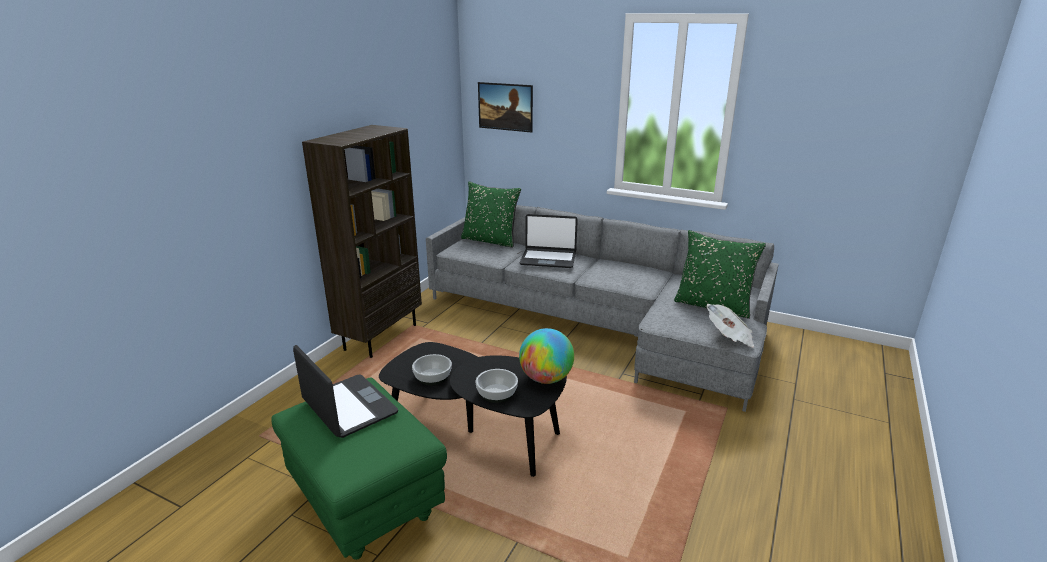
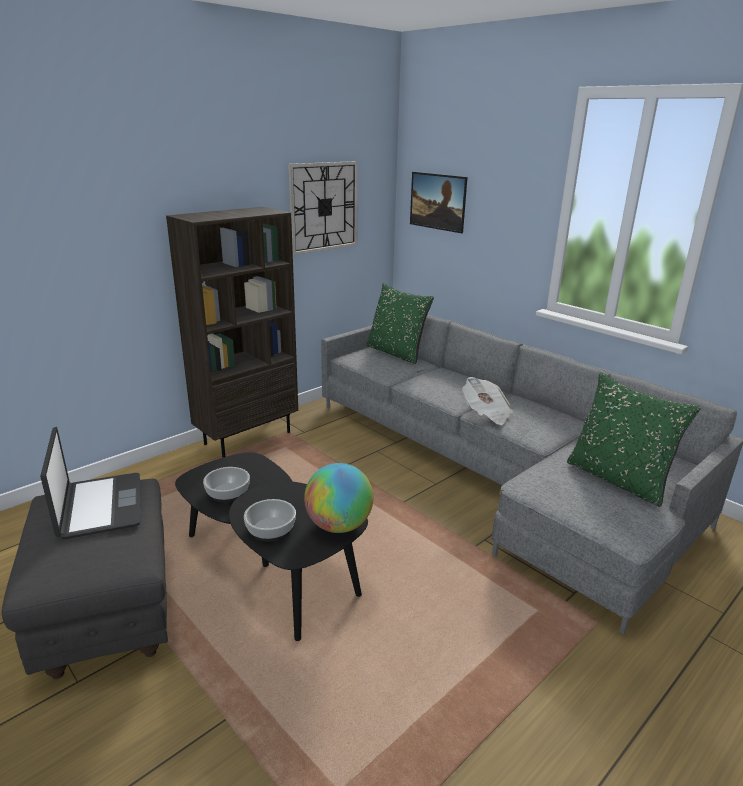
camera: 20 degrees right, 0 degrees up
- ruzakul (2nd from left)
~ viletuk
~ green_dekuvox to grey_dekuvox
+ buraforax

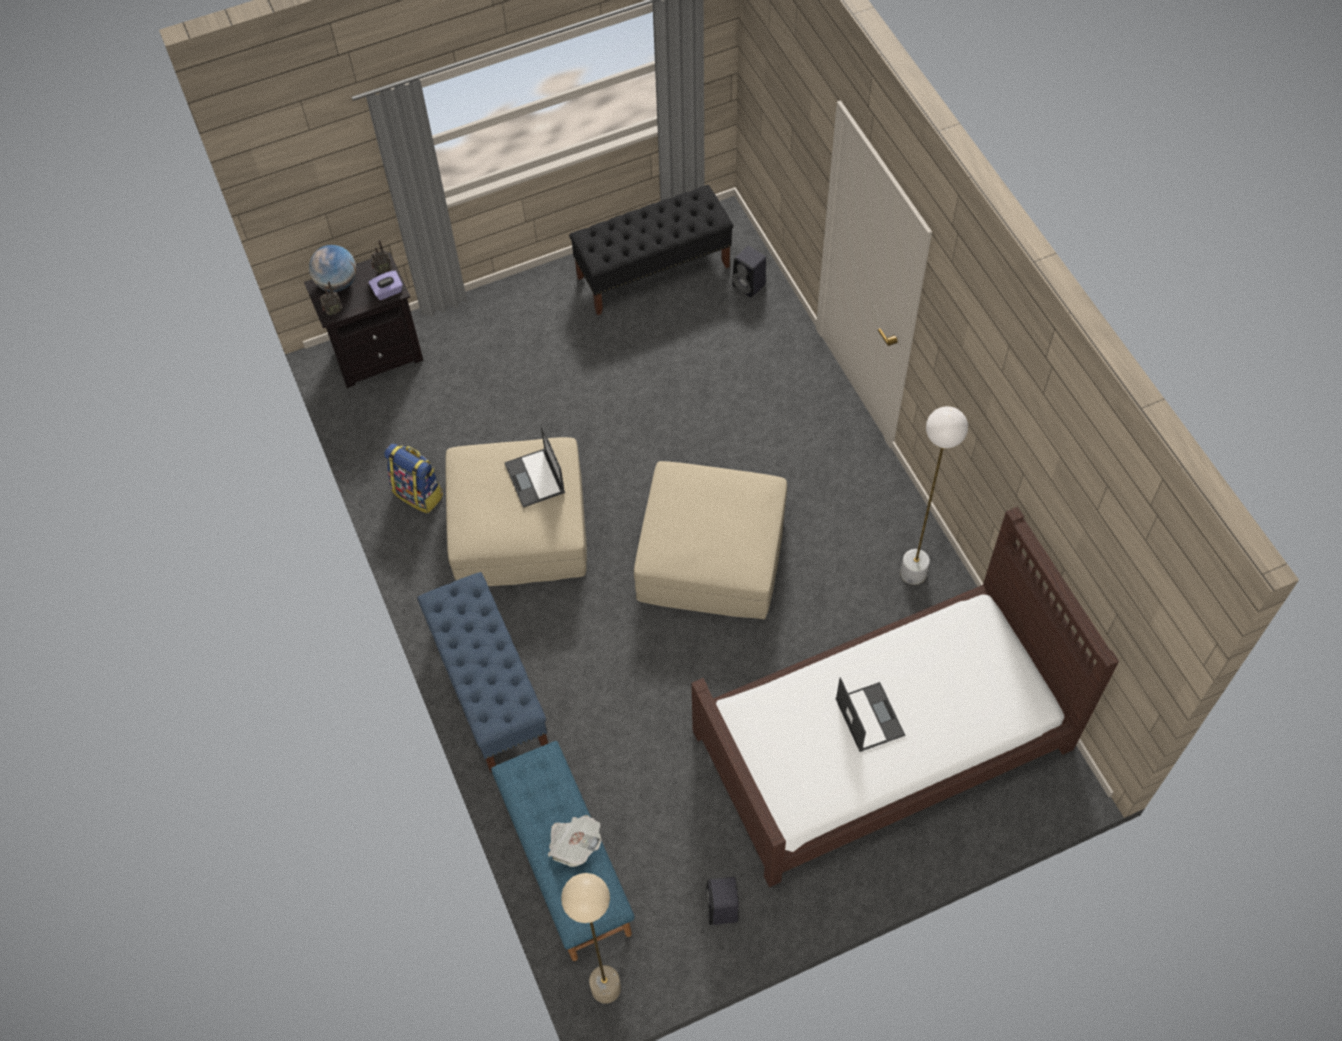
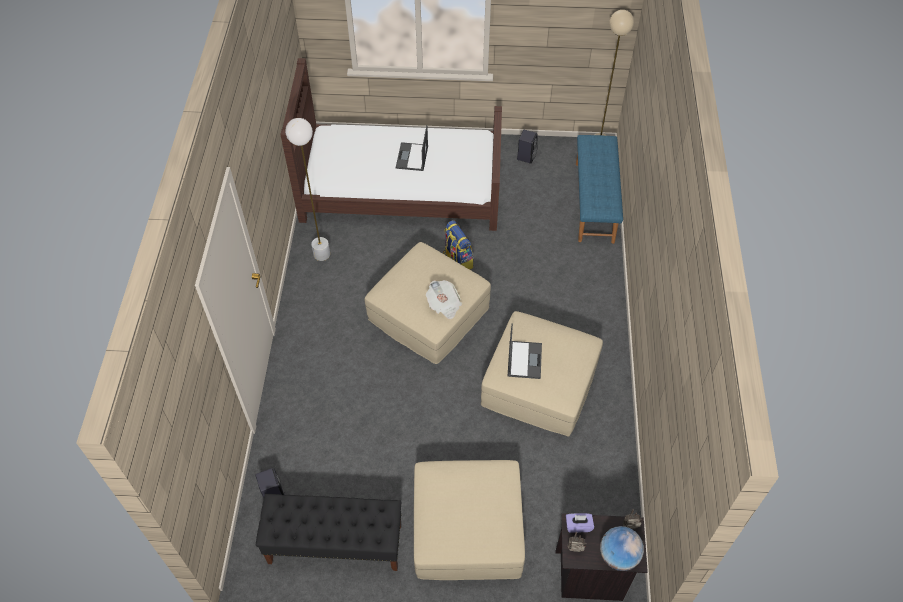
camera: 155 degrees left, 5 degrees down
~ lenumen
- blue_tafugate (1st from left)
~ viletuk
+ beige_dekuvox (2nd from left)

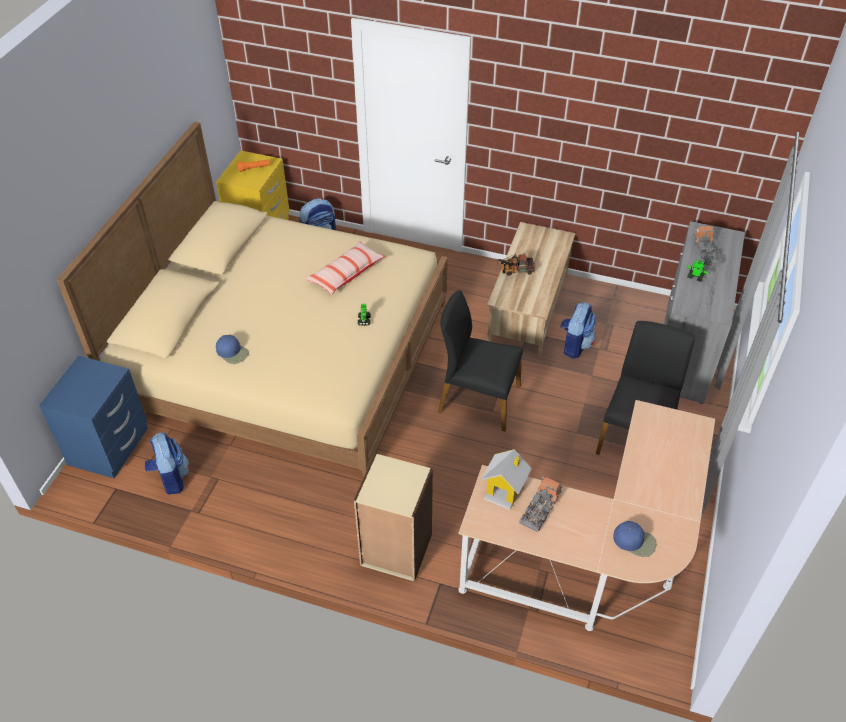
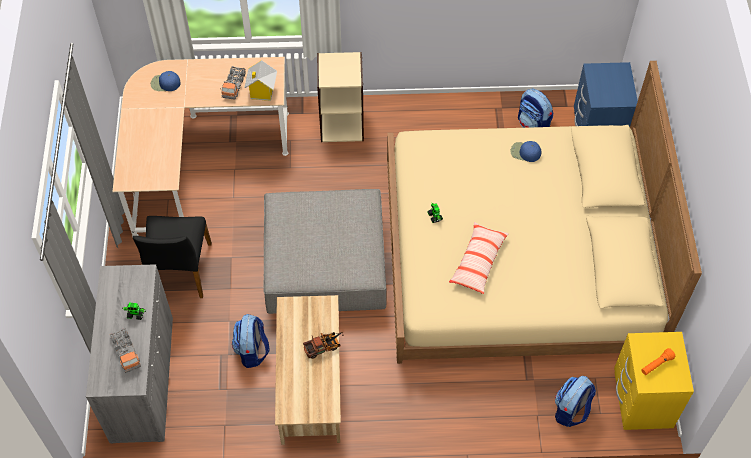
camera: 160 degrees right, 10 degrees up
~ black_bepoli (1st from left) to grey_dekuvox

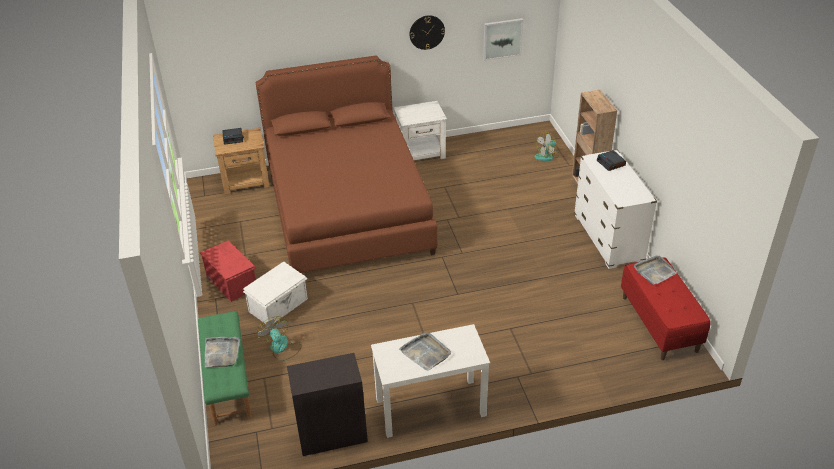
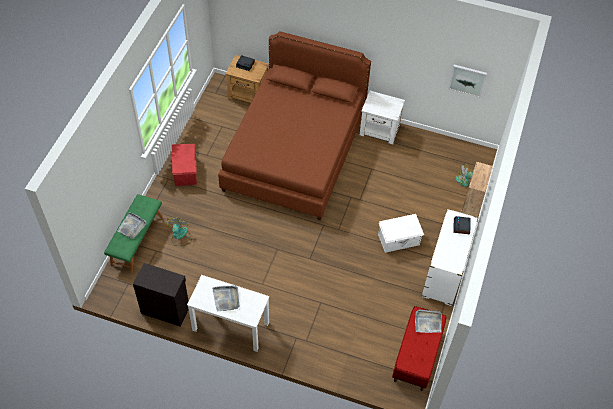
camera: 30 degrees right, 15 degrees up
- buraforax
~ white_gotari

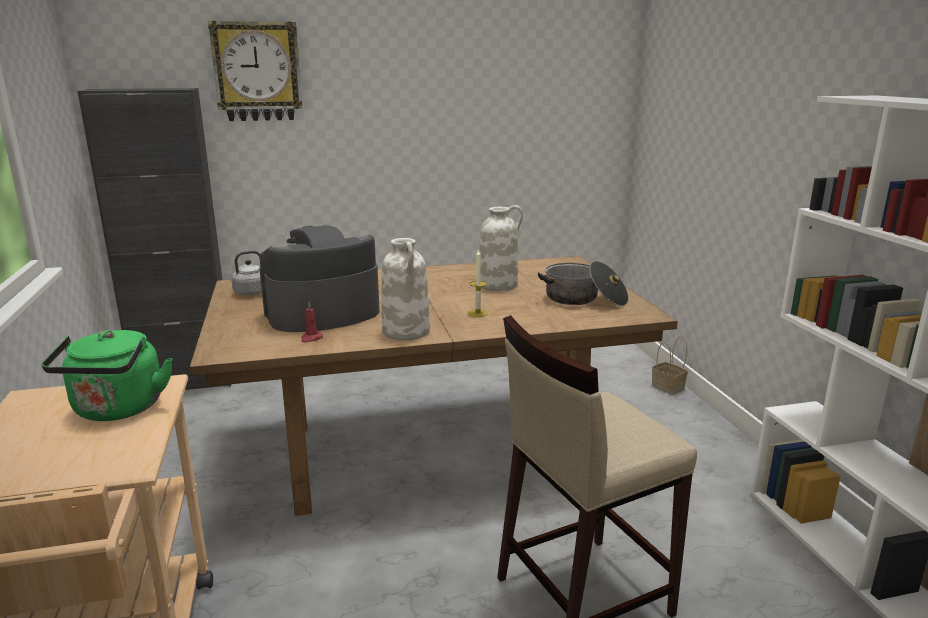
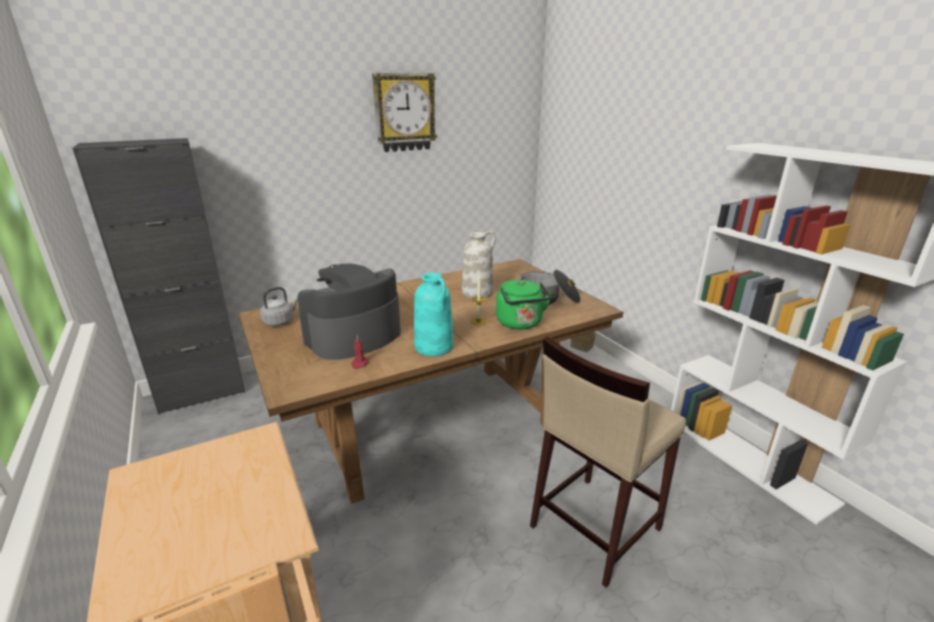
camera: 15 degrees left, 5 degrees up
~ buraforax
~ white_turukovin (1st from left) to turquoise_turukovin
~ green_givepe

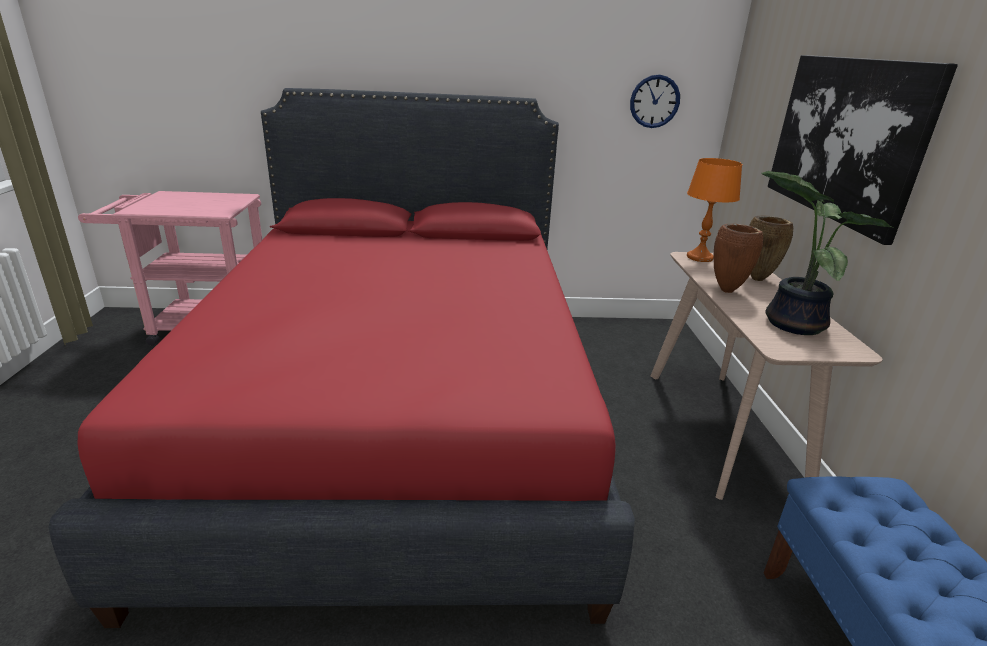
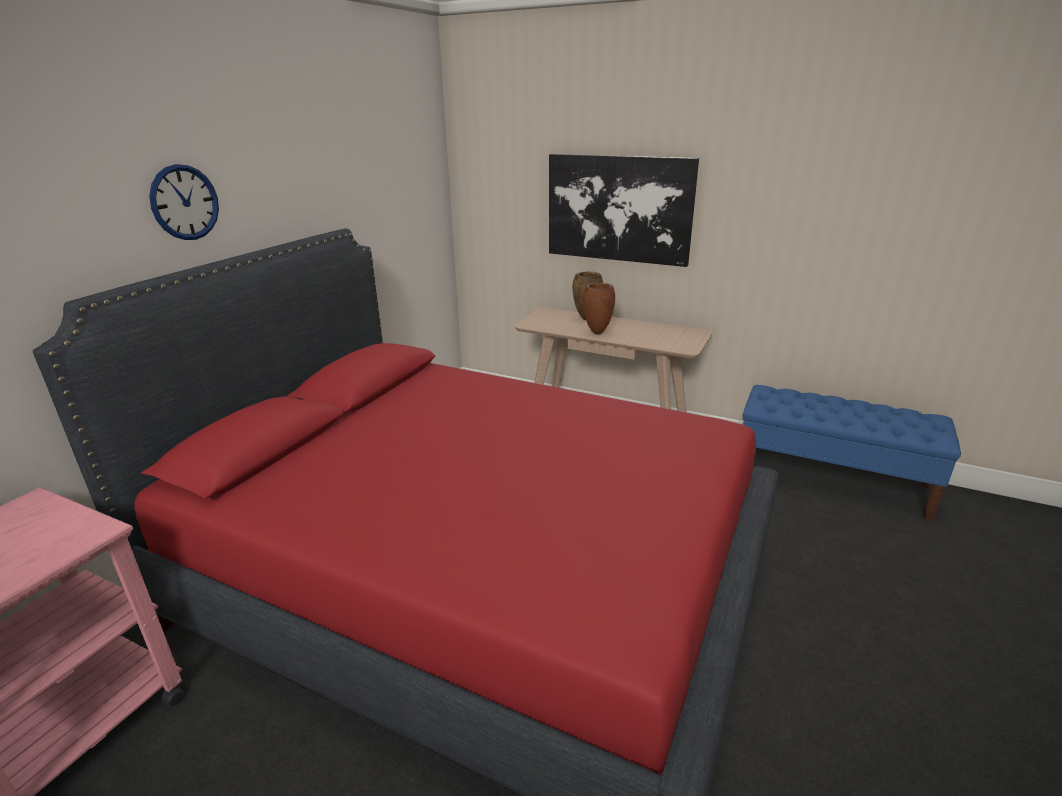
camera: 60 degrees left, 0 degrees up
~ buraforax
- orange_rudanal
- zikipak

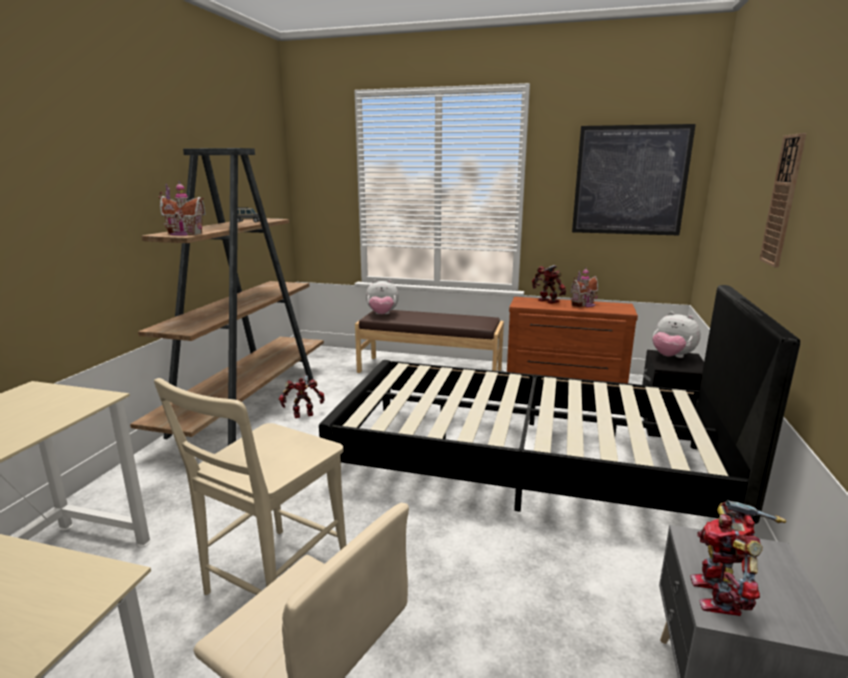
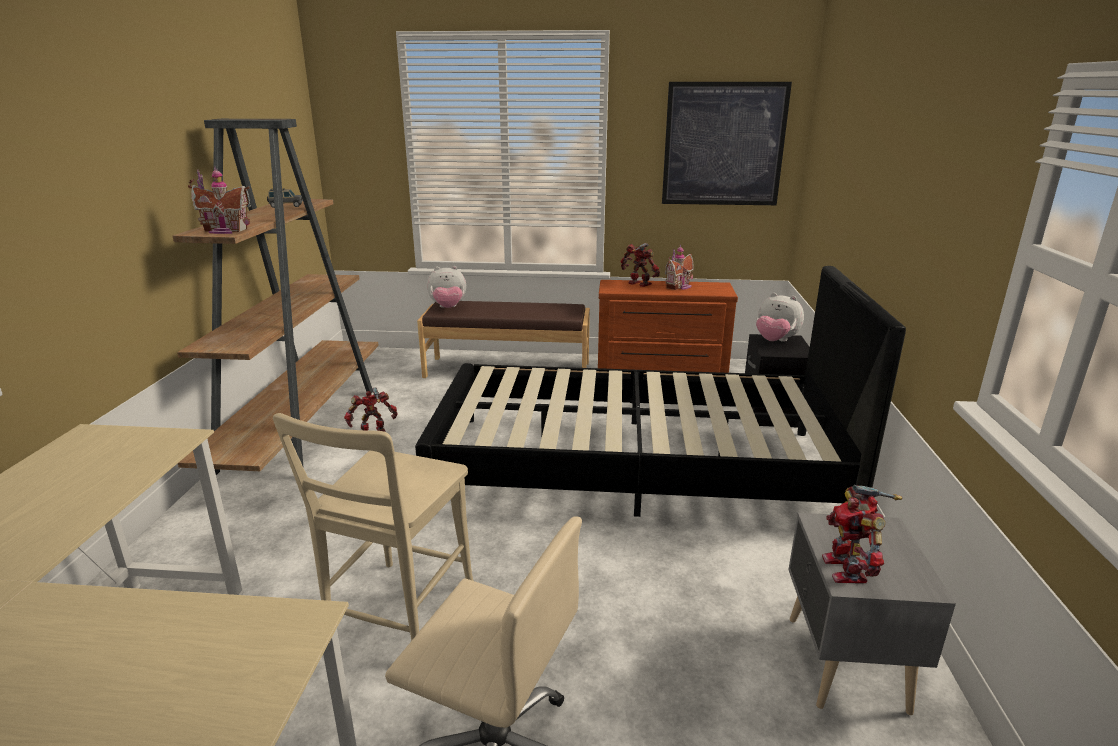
camera: 10 degrees left, 5 degrees up
- buraforax

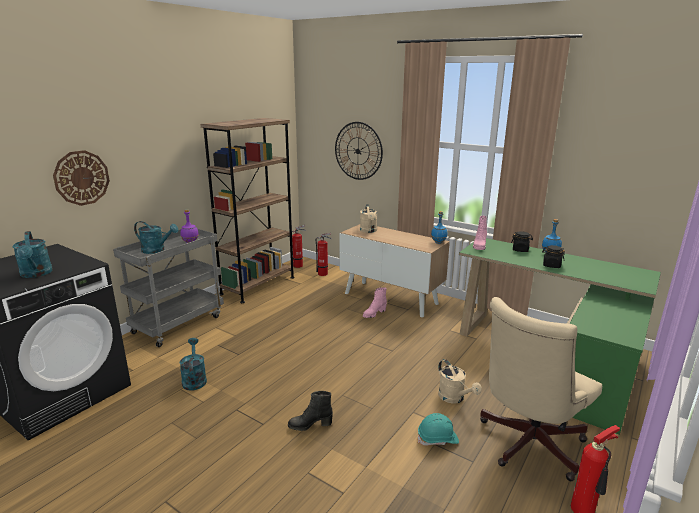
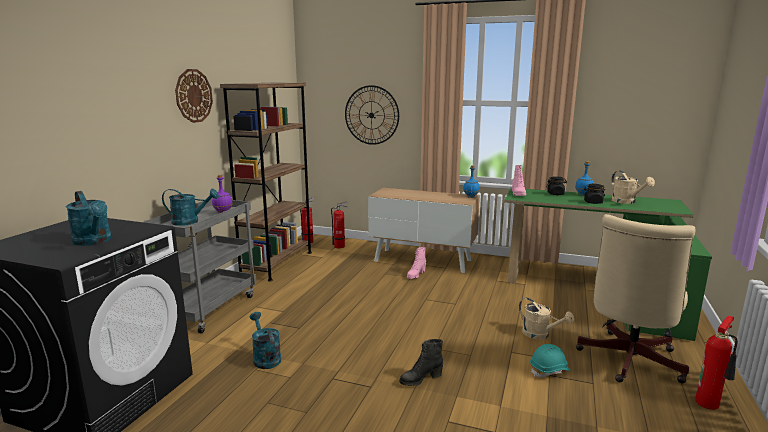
camera: 15 degrees left, 5 degrees down
~ buraforax (1st from left)
~ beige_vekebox (1st from left in the first image) to beige_vekebox (2nd from left)

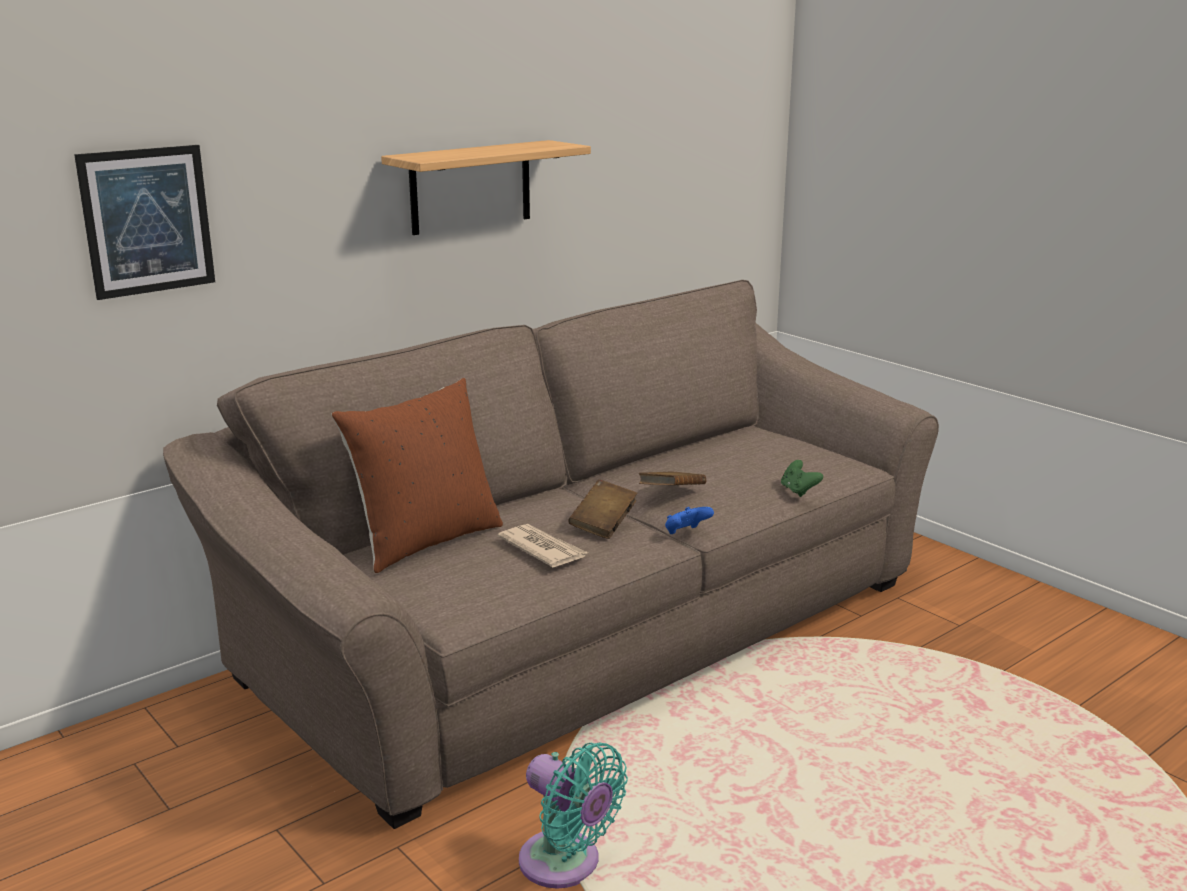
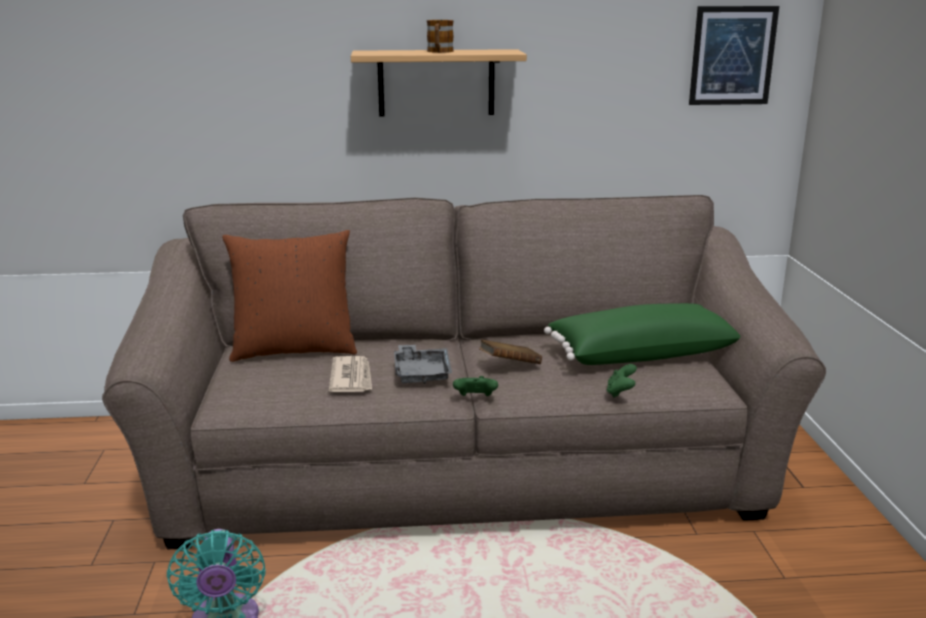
camera: 35 degrees right, 0 degrees up
~ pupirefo
~ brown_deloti (1st from left) to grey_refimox
~ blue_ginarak to green_ginarak (1st from left)
+ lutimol
+ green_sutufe

